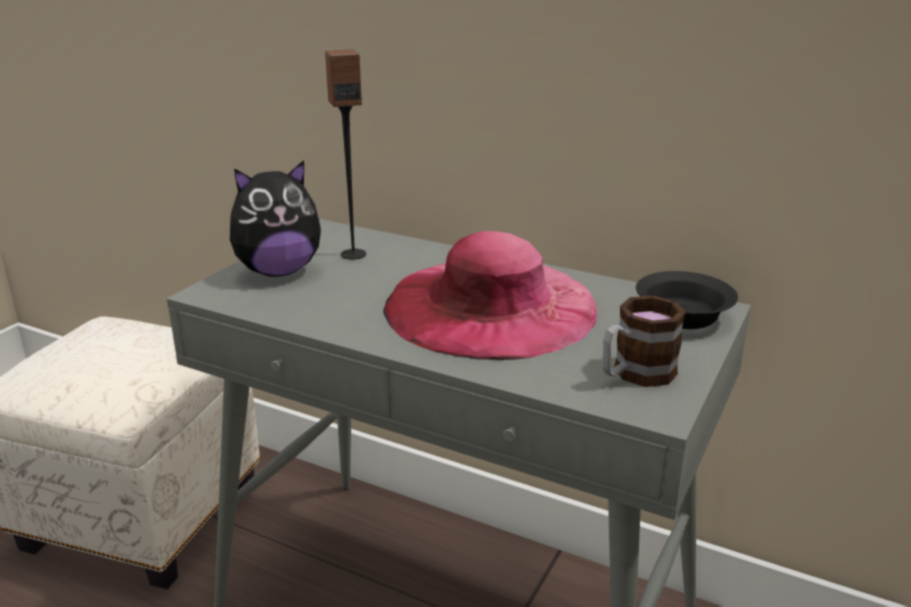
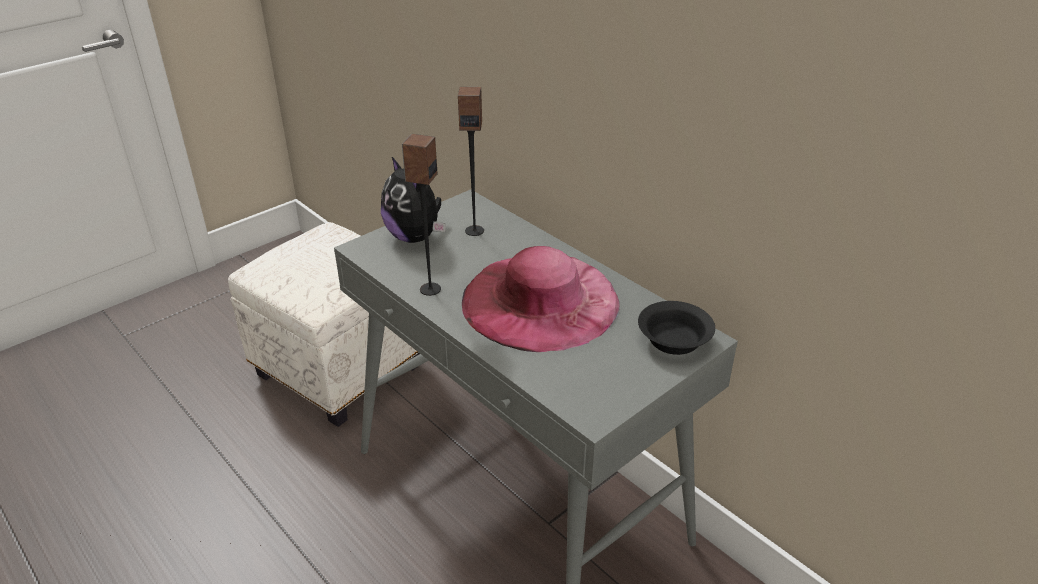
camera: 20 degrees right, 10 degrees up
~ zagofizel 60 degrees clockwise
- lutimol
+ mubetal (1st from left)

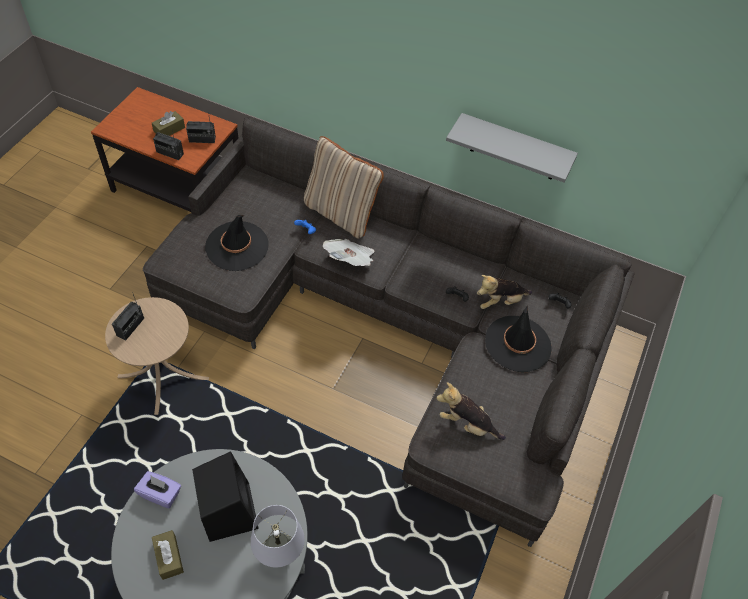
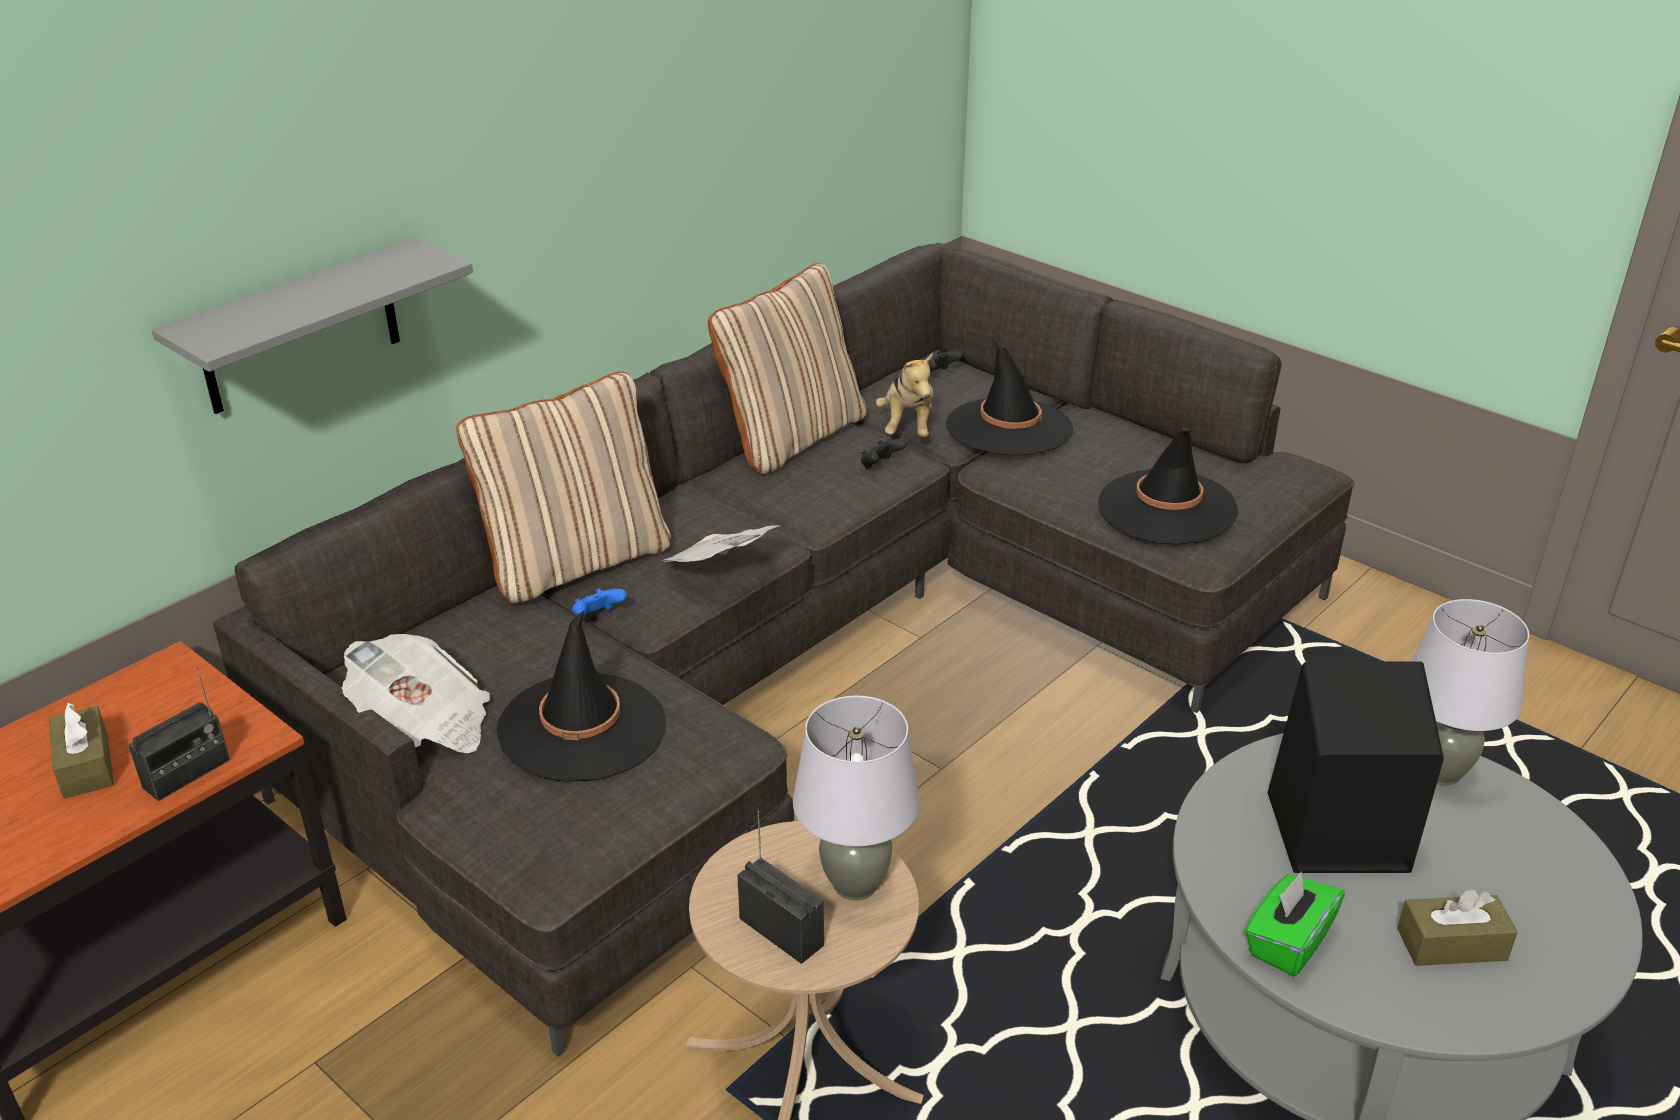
camera: 70 degrees left, 20 degrees down
- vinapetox (3rd from left)
~ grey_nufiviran
~ zagofizel (1st from left) to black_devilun (3rd from left)
~ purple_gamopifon to green_gamopifon
+ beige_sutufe (2nd from left)
+ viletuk (1st from left)
+ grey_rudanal (1st from left)

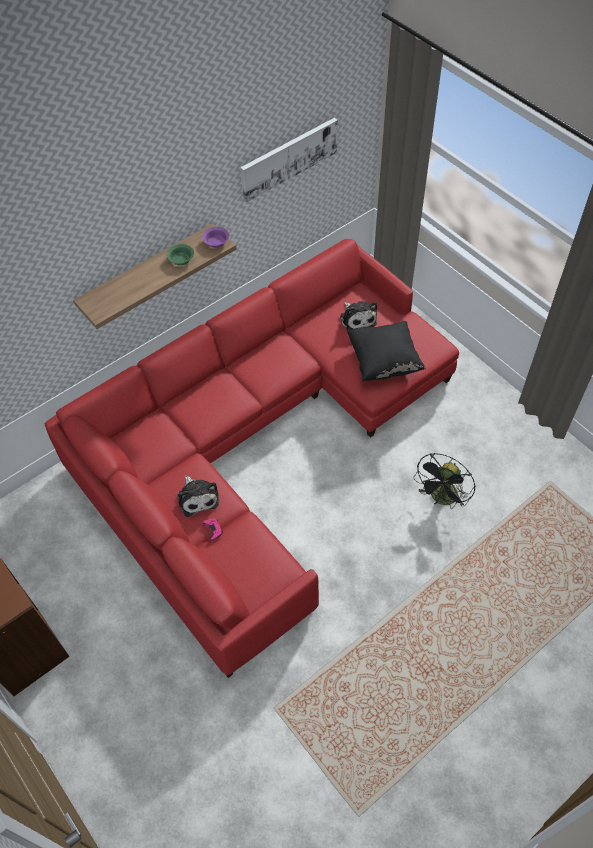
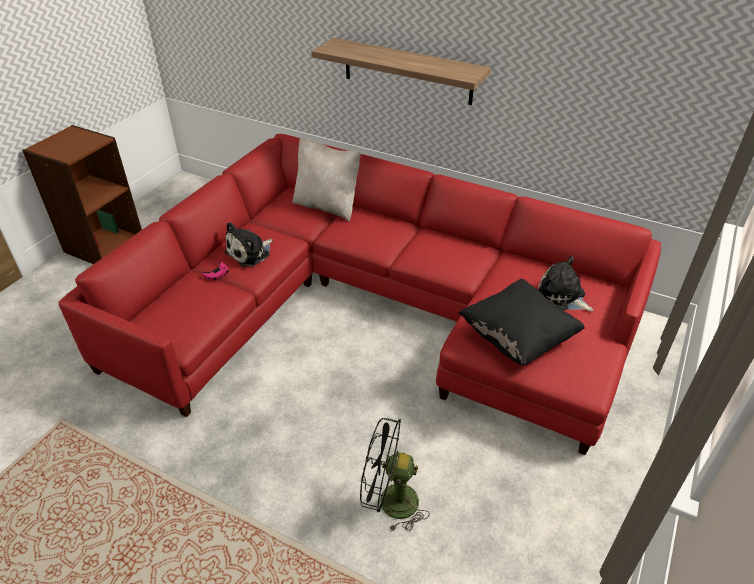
camera: 65 degrees right, 15 degrees down
- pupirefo
- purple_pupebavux
- green_pupebavux
~ zagofizel (2nd from left) 90 degrees clockwise
+ beige_sutufe

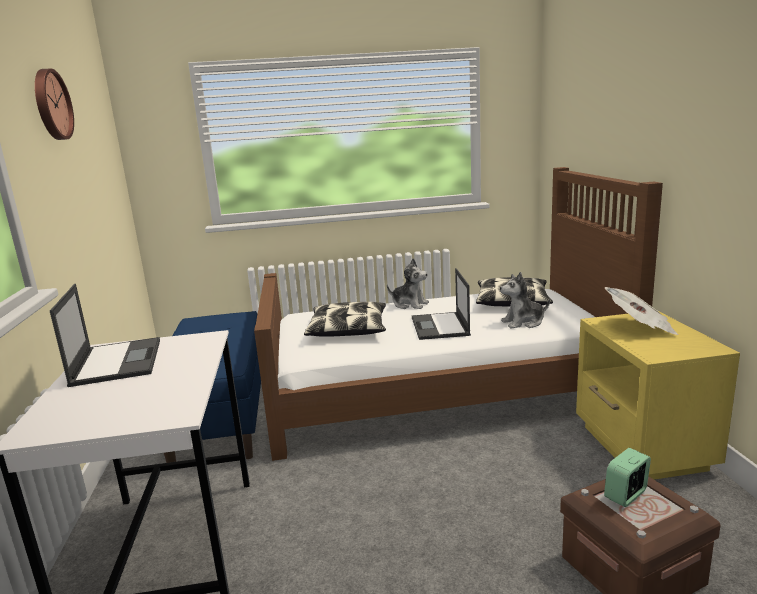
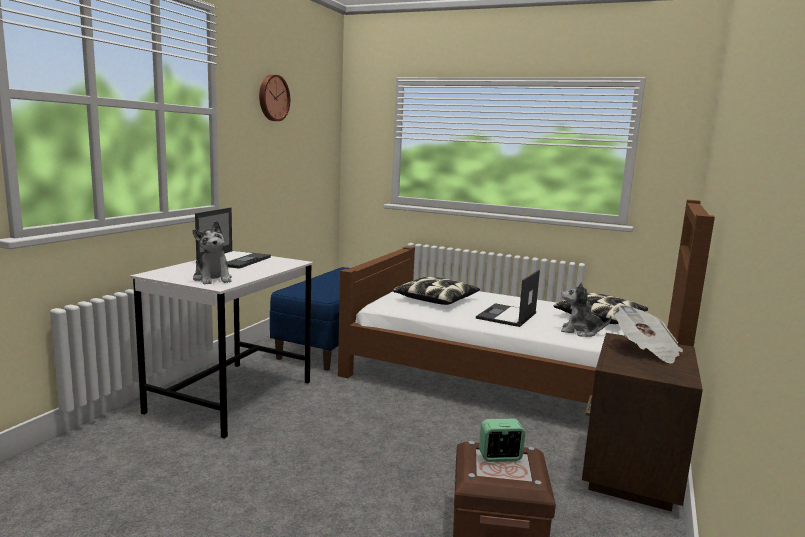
camera: 30 degrees right, 5 degrees down
~ zagofizel (1st from left)
~ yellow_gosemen to brown_gosemen

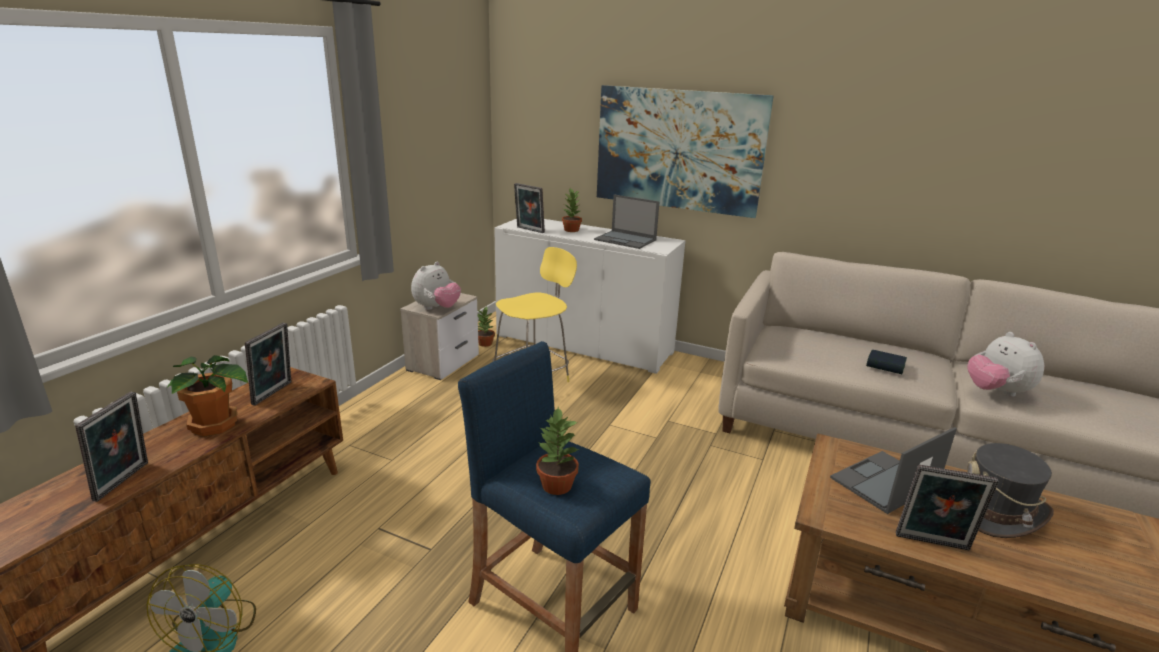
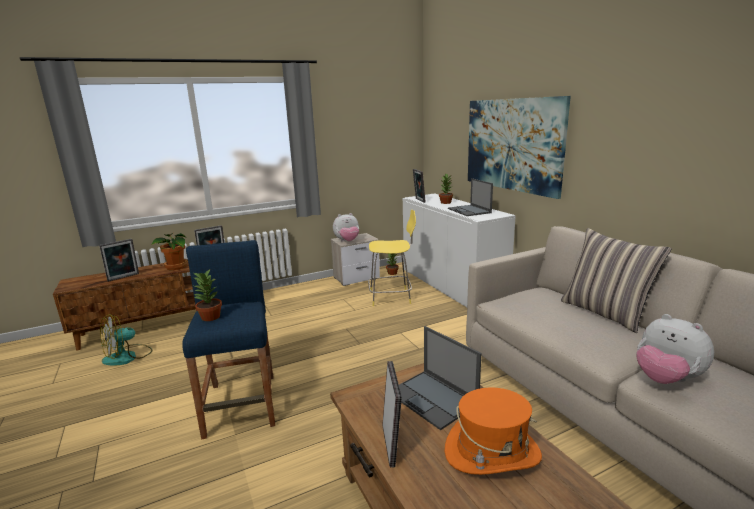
camera: 40 degrees right, 5 degrees down
~ zagofizel (2nd from left) 60 degrees counterclockwise
- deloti
~ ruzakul (2nd from left in the first image) 135 degrees counterclockwise
~ grey_devilun to orange_devilun
~ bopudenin (4th from left in the first image) 150 degrees counterclockwise
+ sutufe

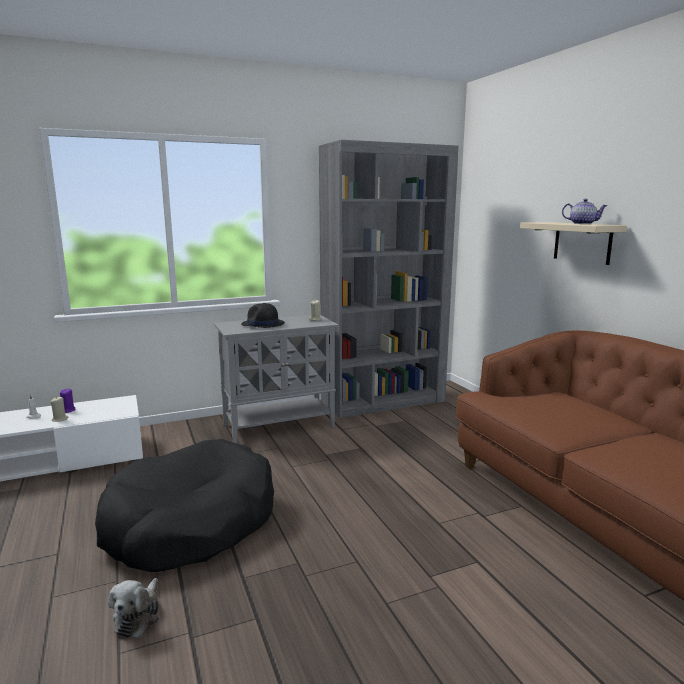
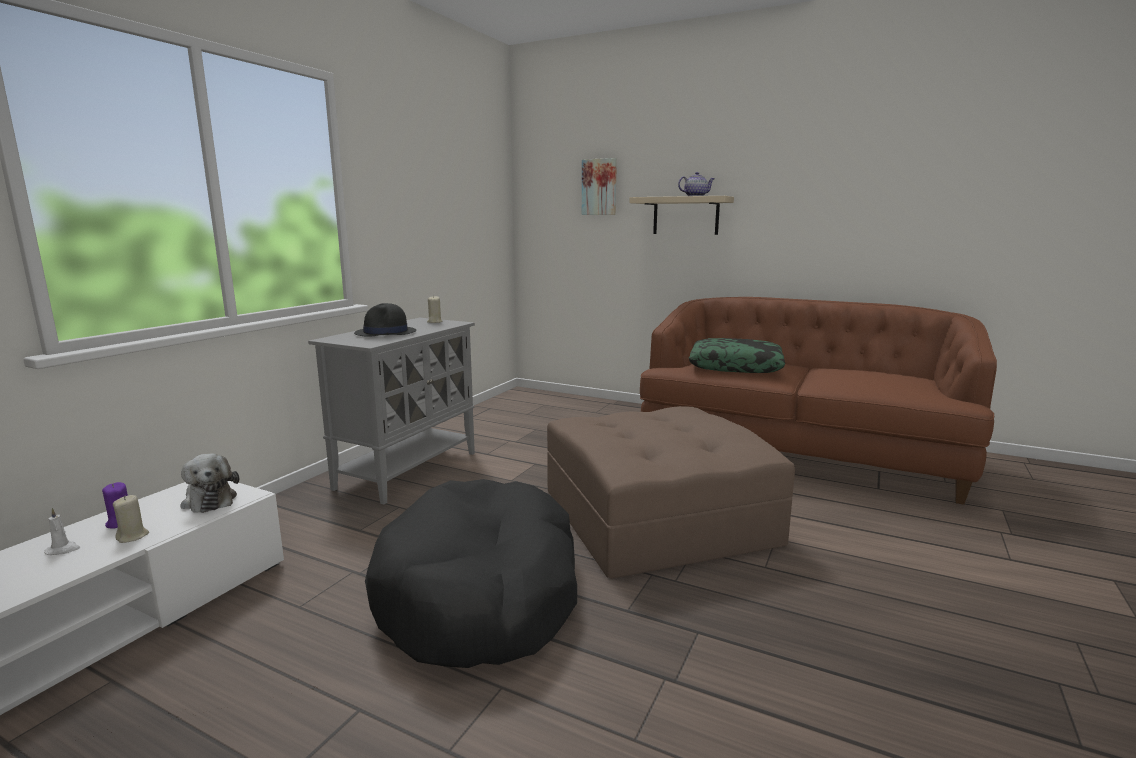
camera: 40 degrees left, 0 degrees up
- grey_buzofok
~ zagofizel
+ pupirefo
+ sutufe
+ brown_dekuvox

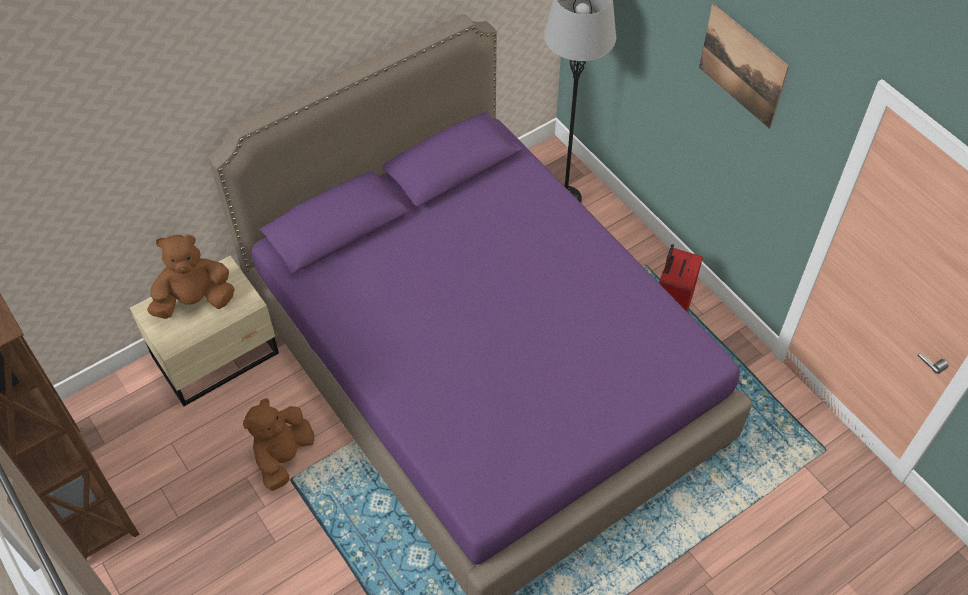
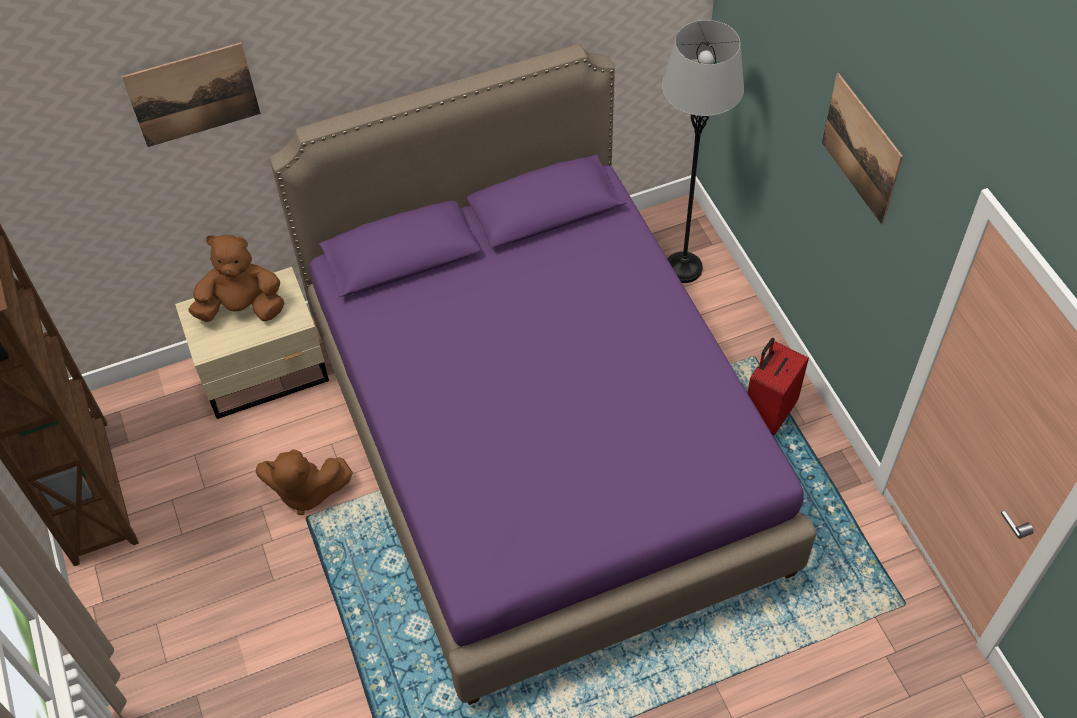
camera: 15 degrees right, 0 degrees up
~ brown_zagofizel (2nd from left) 120 degrees counterclockwise
+ pupirefo (1st from left)

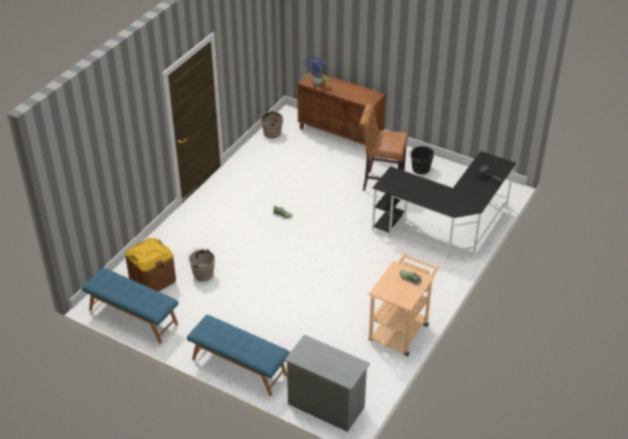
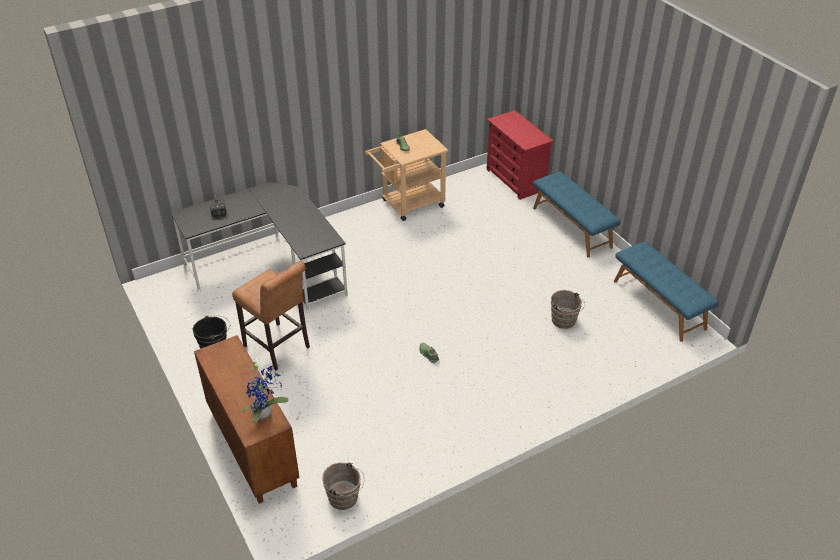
camera: 150 degrees left, 0 degrees up
- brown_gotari
~ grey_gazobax to red_gazobax

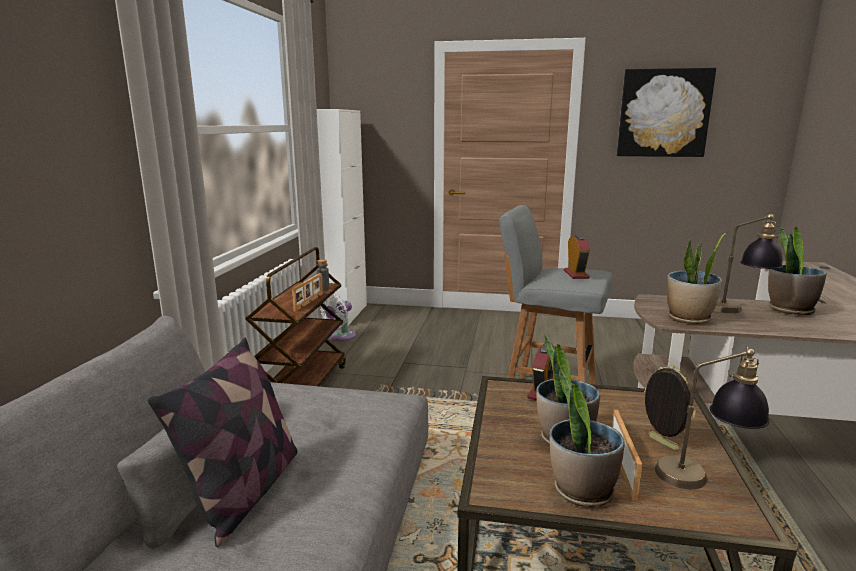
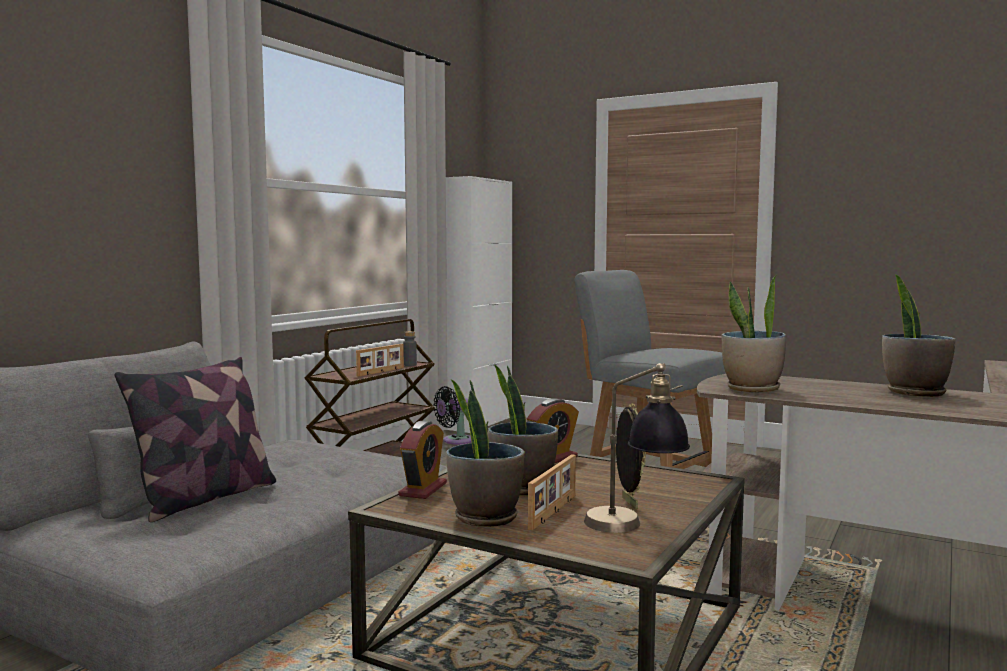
camera: 20 degrees right, 10 degrees down
- pupirefo
- rudanal (2nd from left)
~ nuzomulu (2nd from left in the first image) to nuzomulu (1st from left)
~ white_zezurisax to black_zezurisax

